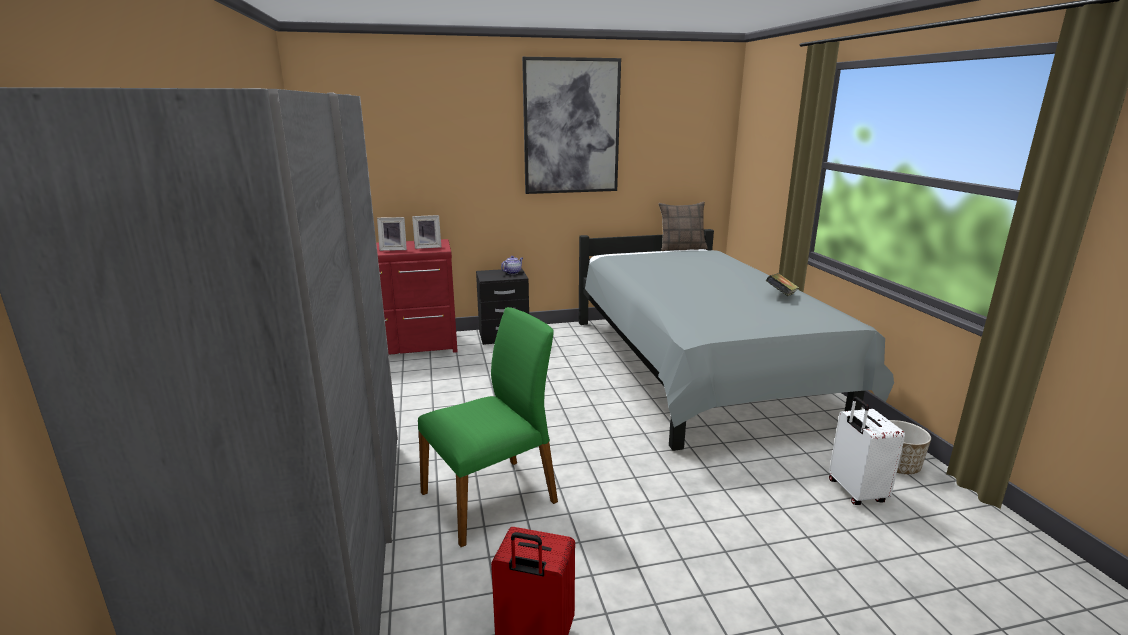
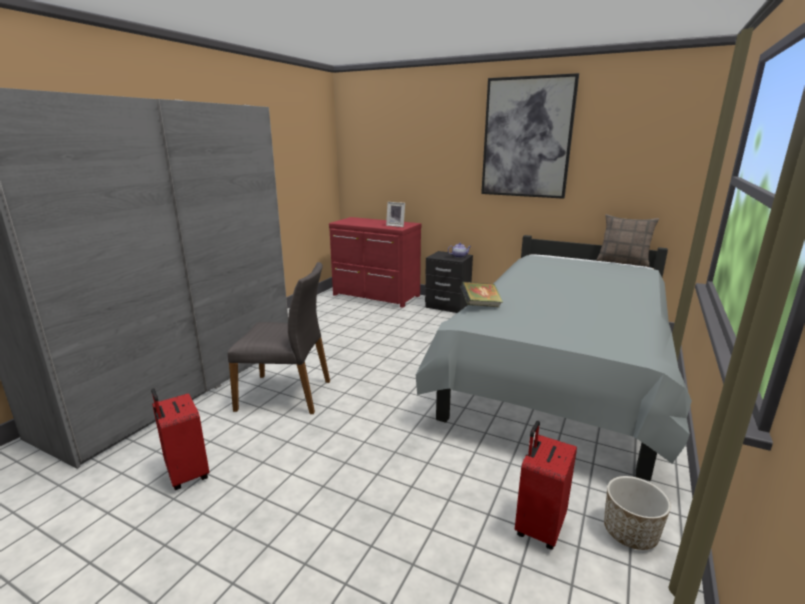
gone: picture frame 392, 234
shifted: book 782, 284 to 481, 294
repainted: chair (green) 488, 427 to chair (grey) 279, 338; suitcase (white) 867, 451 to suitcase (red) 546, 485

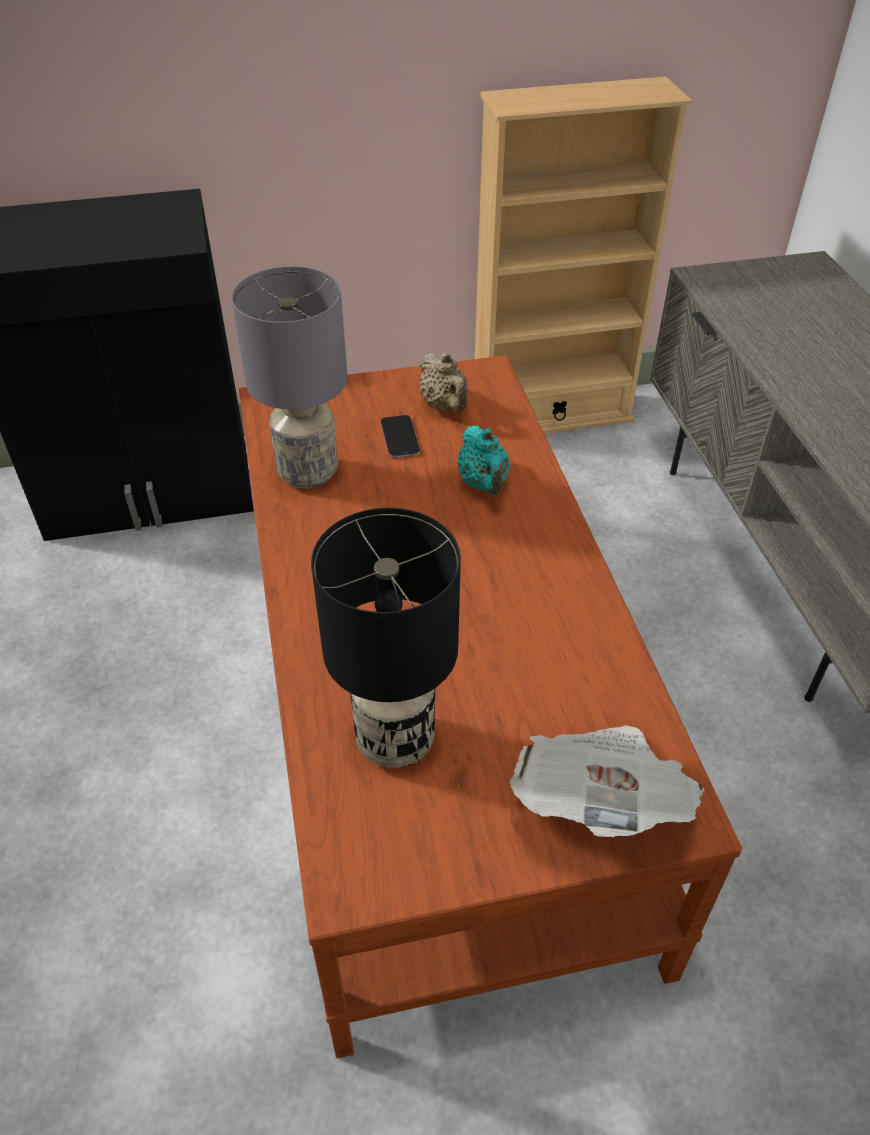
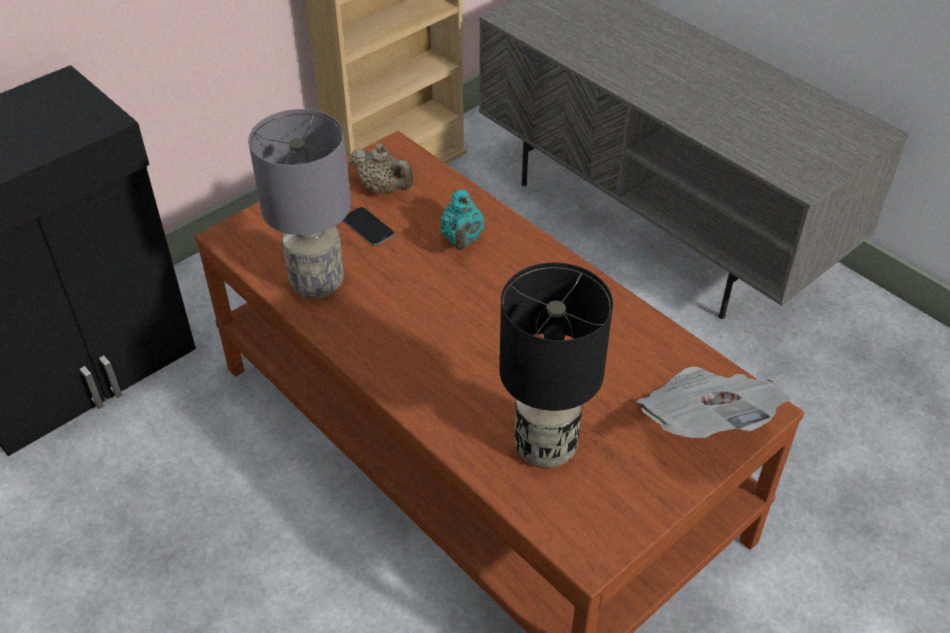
rotated: teapot (turquoise) 483, 460 = 462, 219 45 degrees clockwise

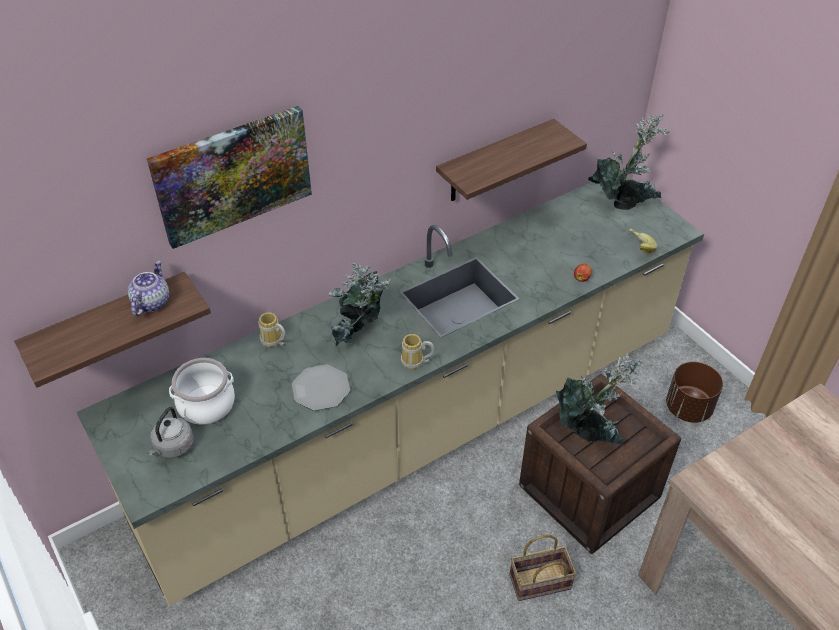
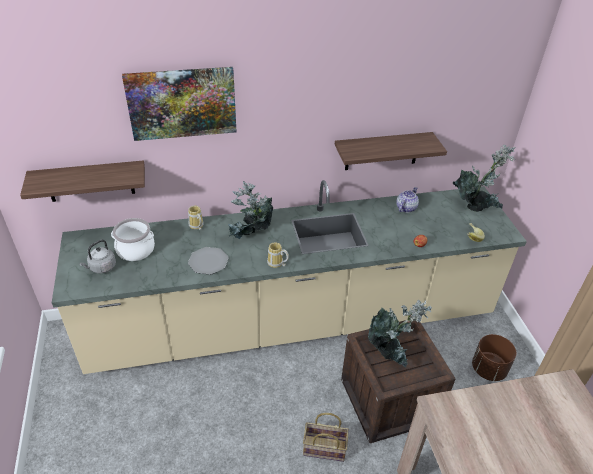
shifted: teapot 148, 288 to 407, 200

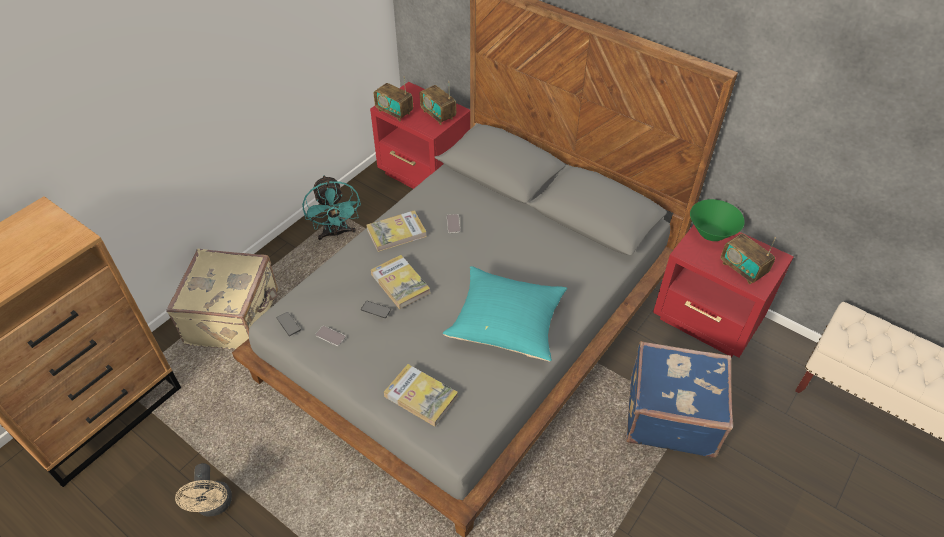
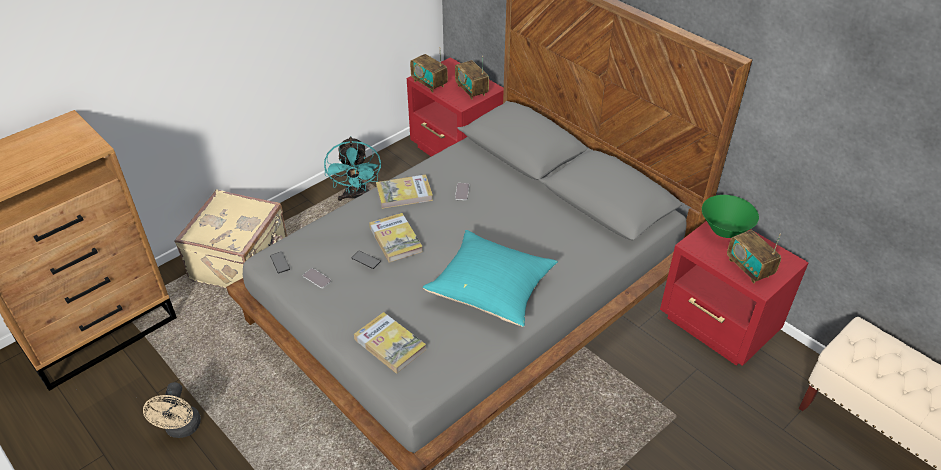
gone: suitcase (blue) 679, 399

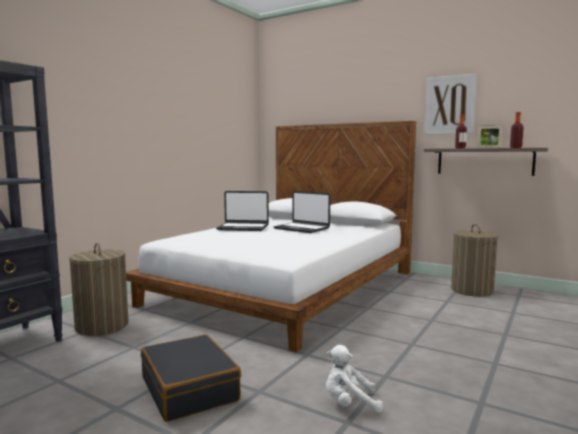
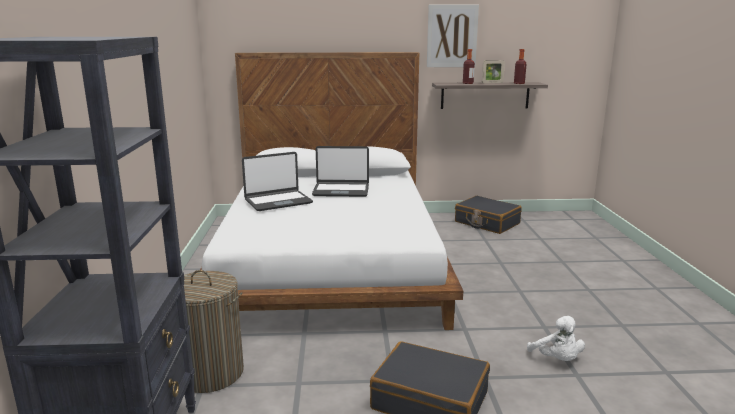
swapped: laundry basket 474, 260 to suitcase (black) 488, 215
rotated: plush toy (white) 354, 379 = 556, 338 75 degrees counterclockwise

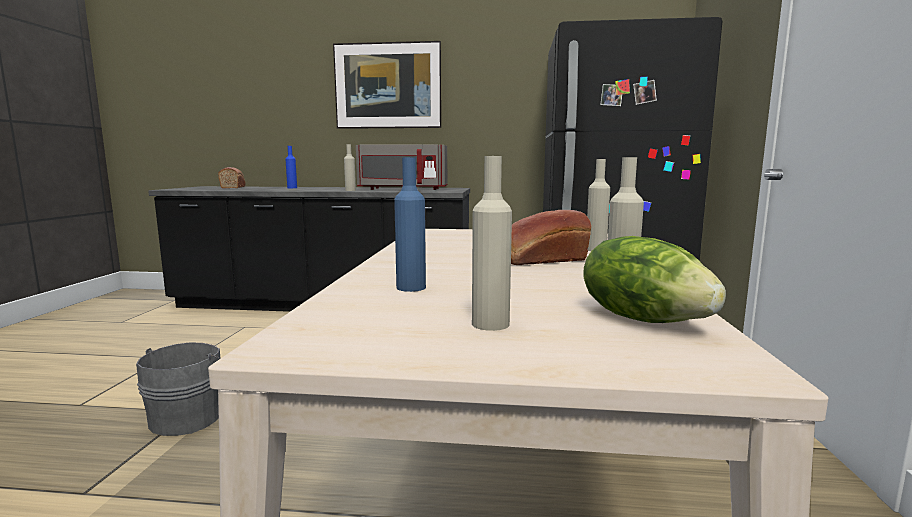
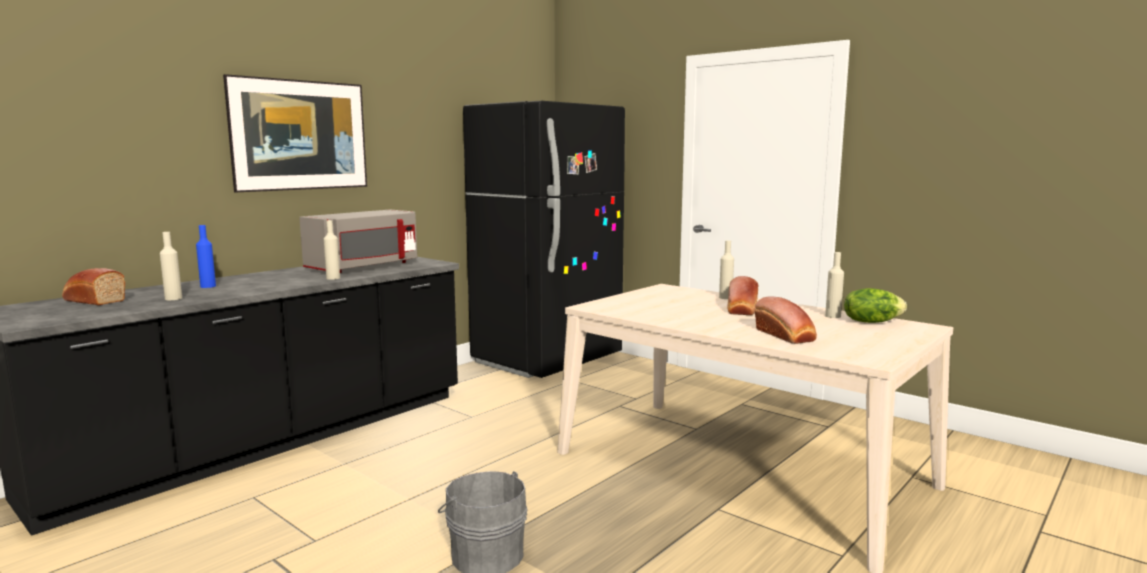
shifted: bottle (beige) 492, 243 to 171, 266
swapped: bottle (blue) 410, 224 to bread 786, 320

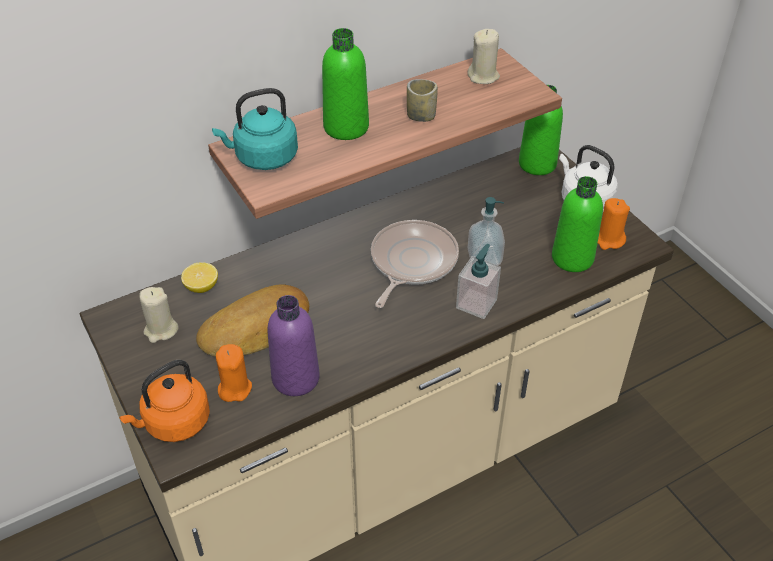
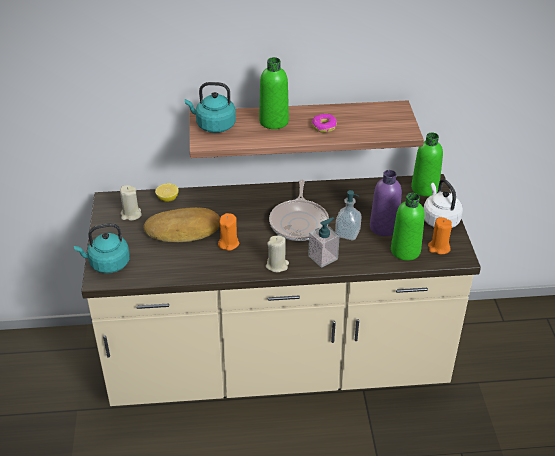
shifted: candle (orange) 234, 373 to 228, 232; bottle (purple) 293, 345 to 386, 203; candle (beige) 483, 56 to 277, 253
swapped: cup 422, 100 to donut 324, 123
repainted: kettle (orange) 164, 401 to kettle (turquoise) 102, 248
rotated: frying pan 415, 264 = 299, 210 135 degrees clockwise

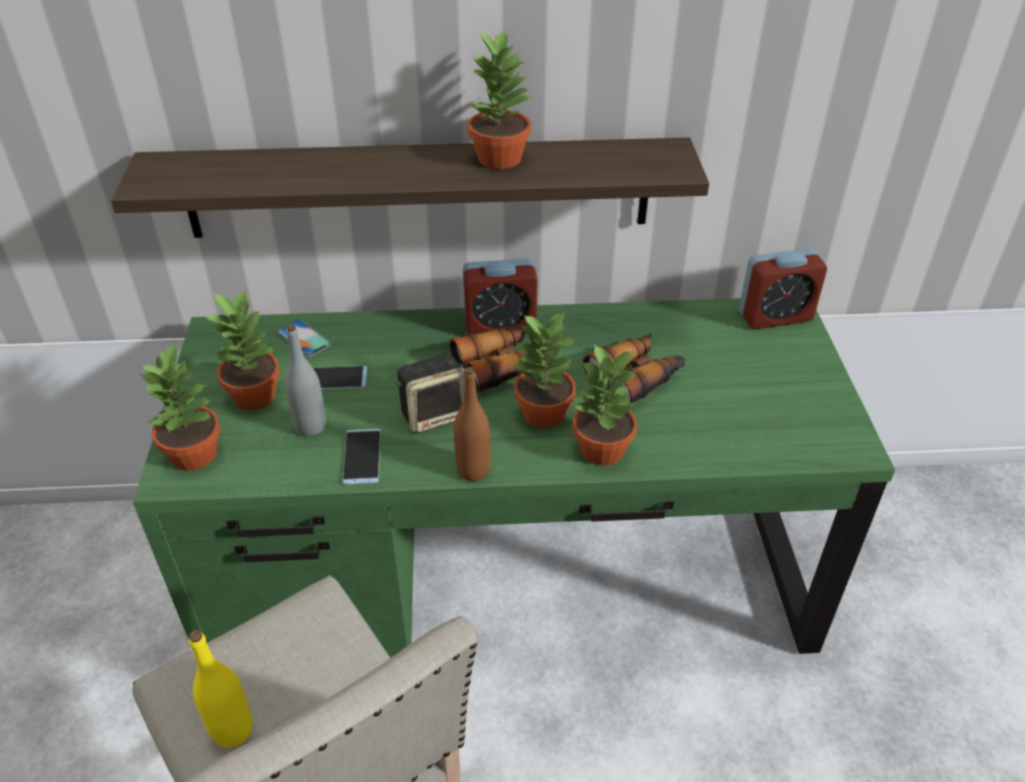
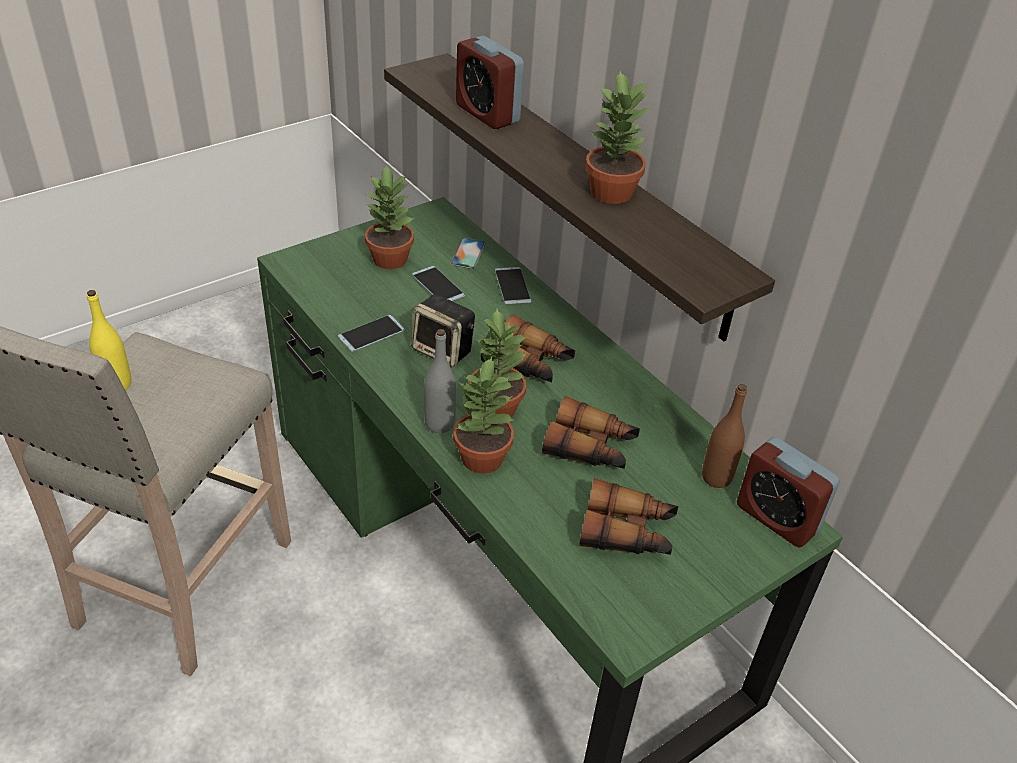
gone: potted plant 180, 406
new: phone 513, 285; binoculars 629, 516
shifted: bottle (grey) 305, 380 to 440, 381; bottle (brown) 472, 424 to 724, 436; alarm clock 500, 297 to 490, 82

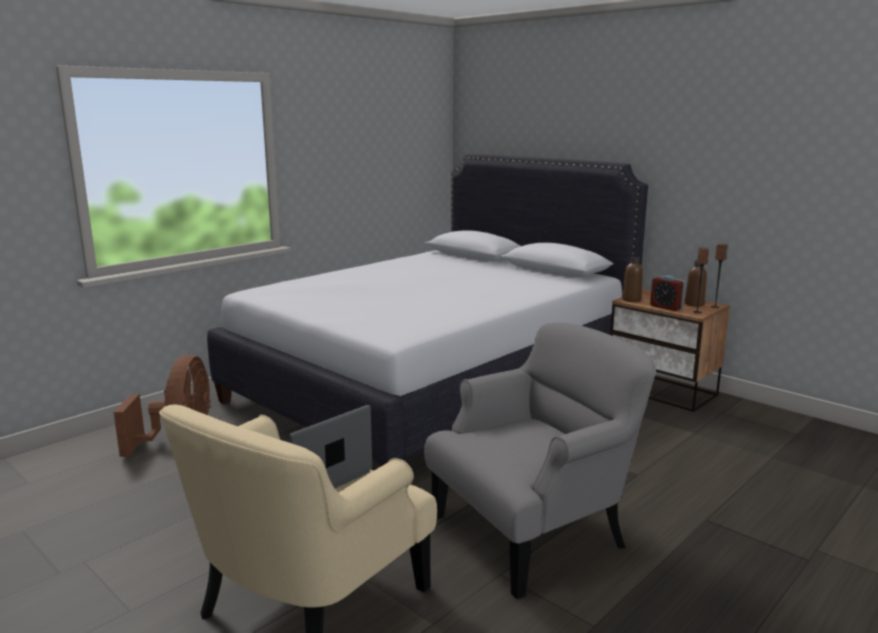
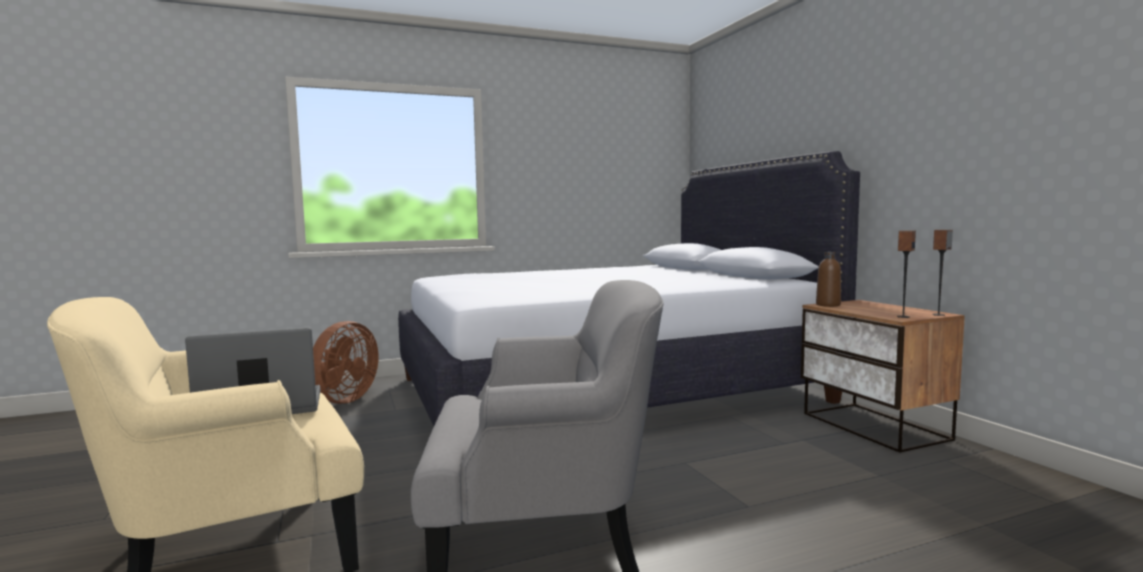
gone: alarm clock 668, 293; bottle (brown) 696, 283

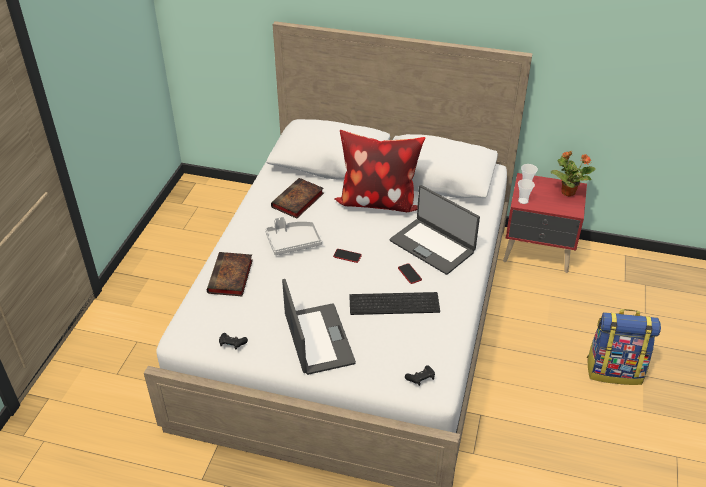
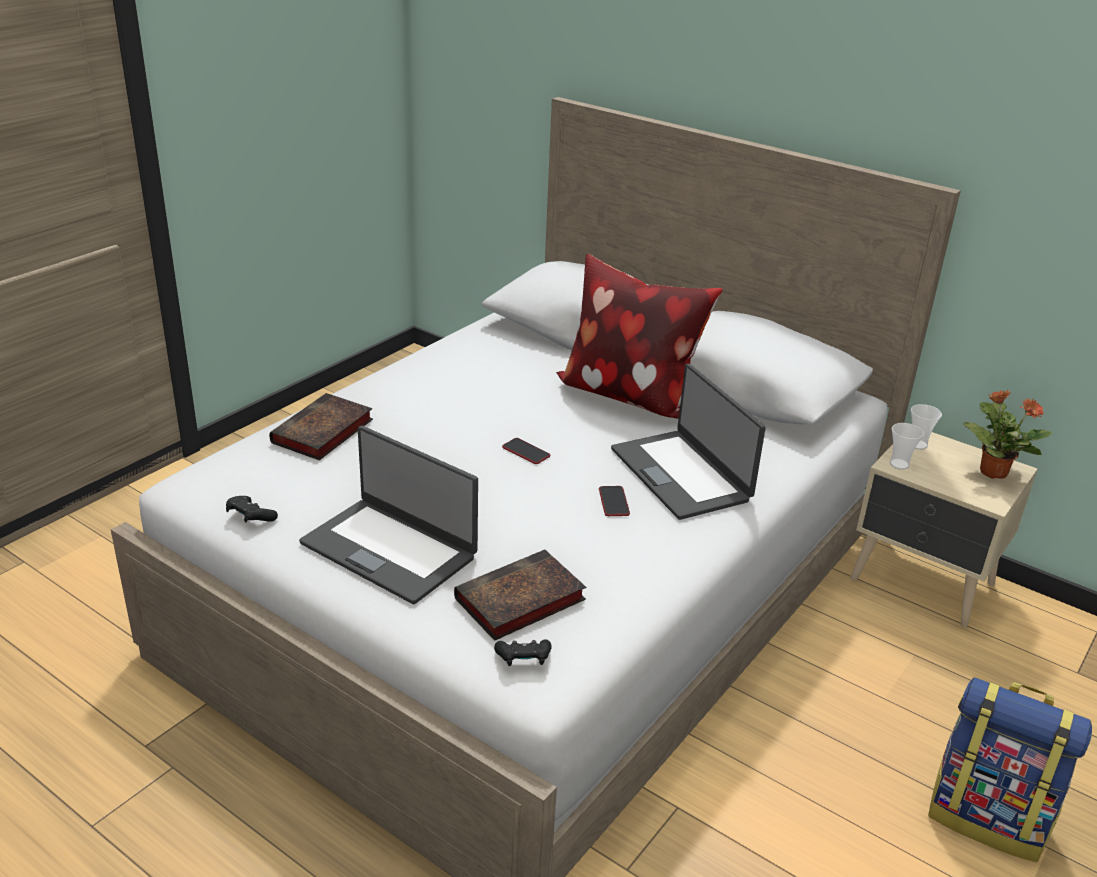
gone: tray (grey) 293, 235; keyboard 394, 303
shifted: book 297, 198 to 520, 595
repainted: nightstand (red) 545, 223 to nightstand (beige) 944, 530
rotated: laptop 319, 327 = 388, 515 120 degrees clockwise

